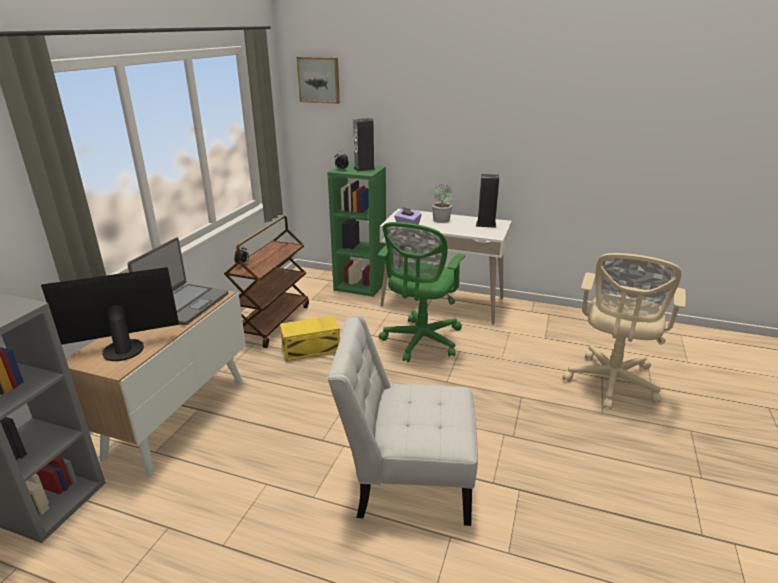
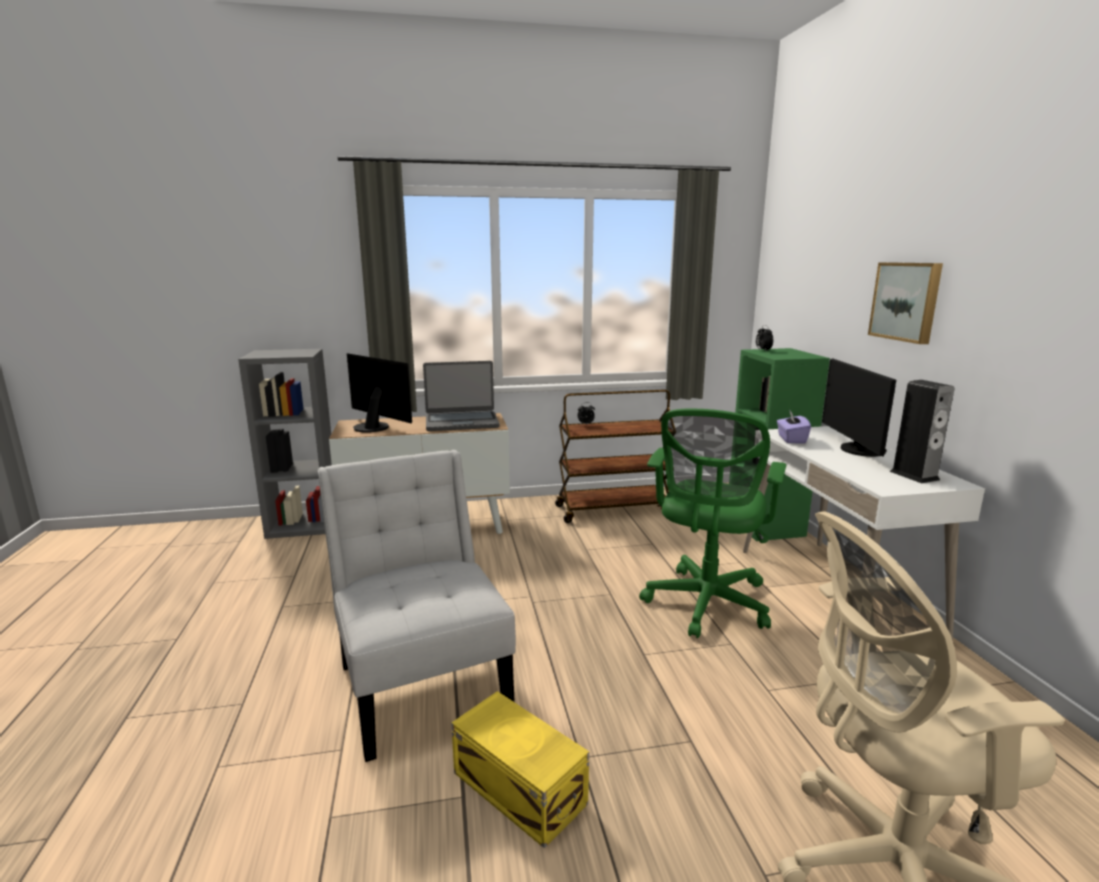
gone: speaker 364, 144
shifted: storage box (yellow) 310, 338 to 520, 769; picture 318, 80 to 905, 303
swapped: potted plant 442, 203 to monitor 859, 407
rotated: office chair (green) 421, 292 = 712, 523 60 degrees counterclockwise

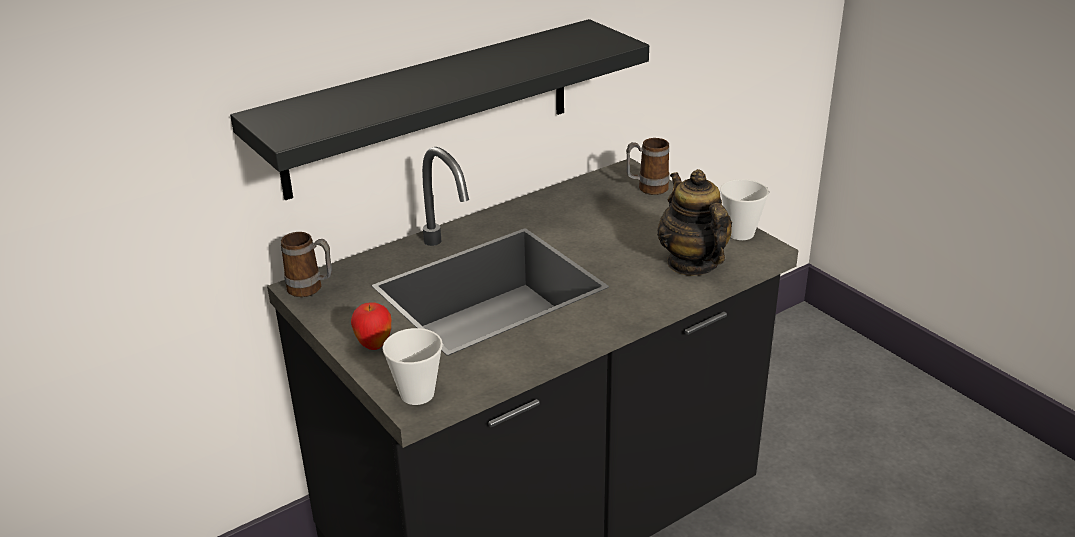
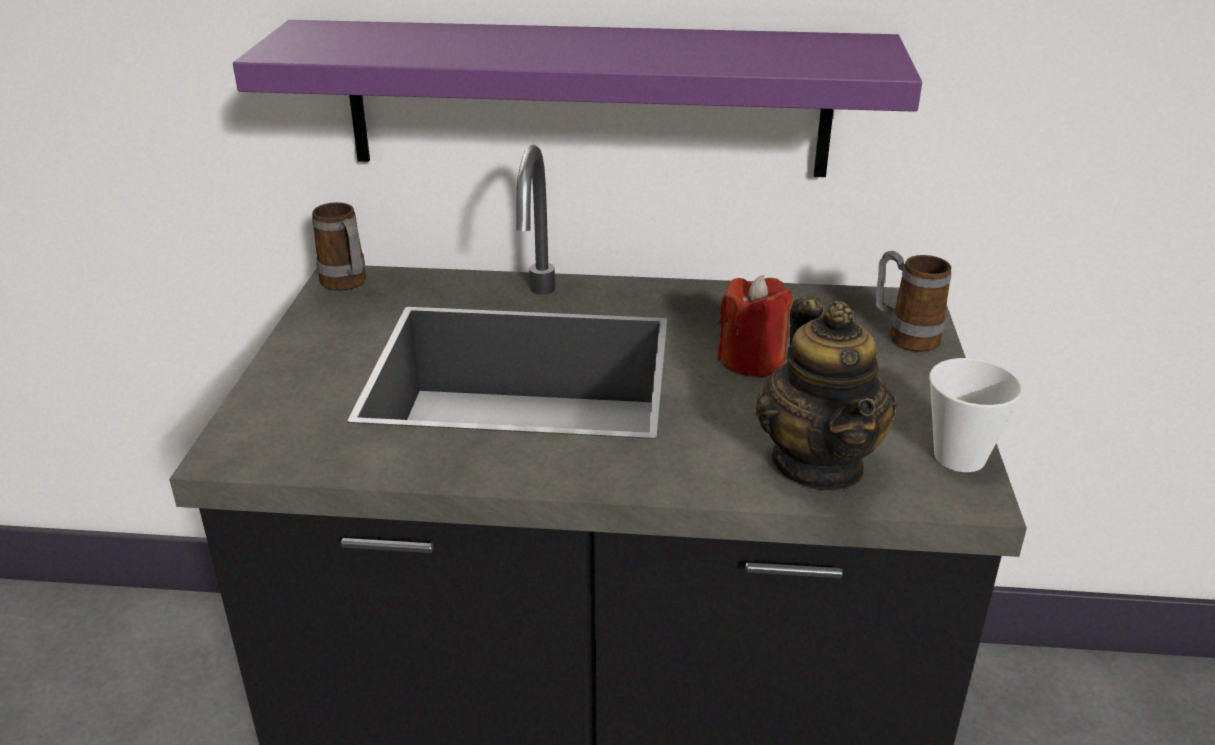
gone: apple 371, 326; cup 413, 366
new: candle (red) 755, 326
repainted: shelf (black) 439, 109 to shelf (purple) 577, 98
rotated: teapot 694, 222 = 826, 393 150 degrees clockwise

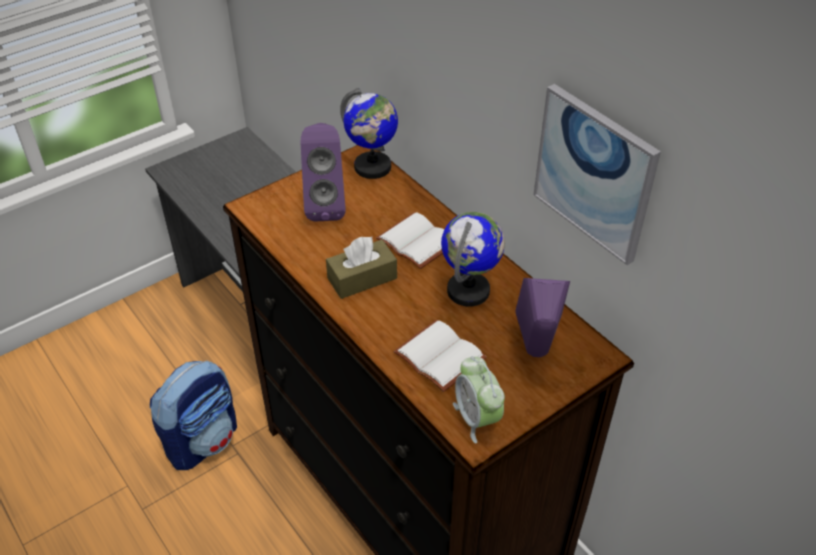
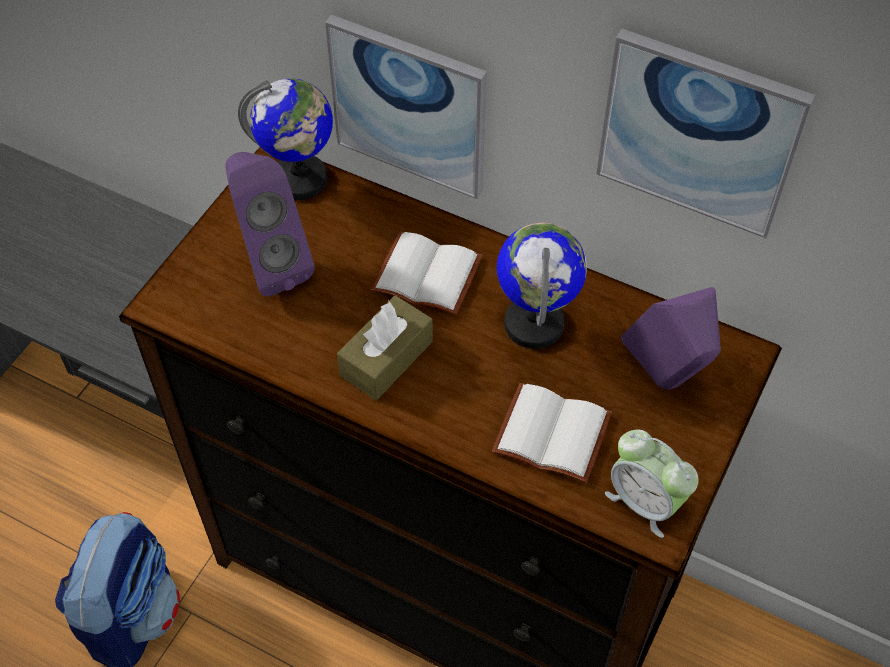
new: picture 406, 107

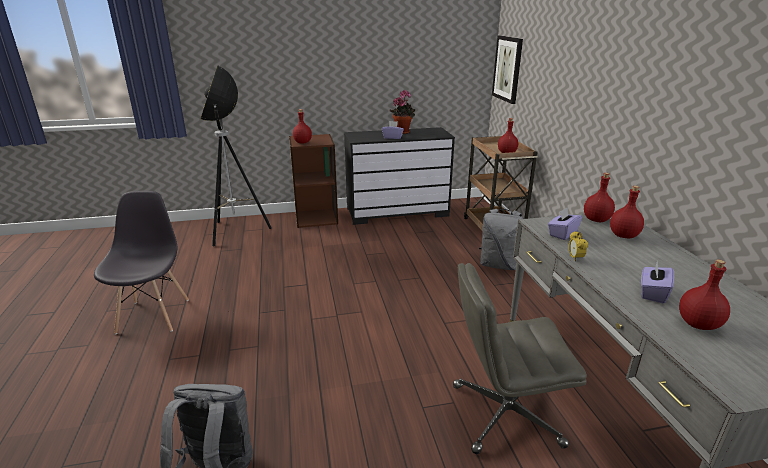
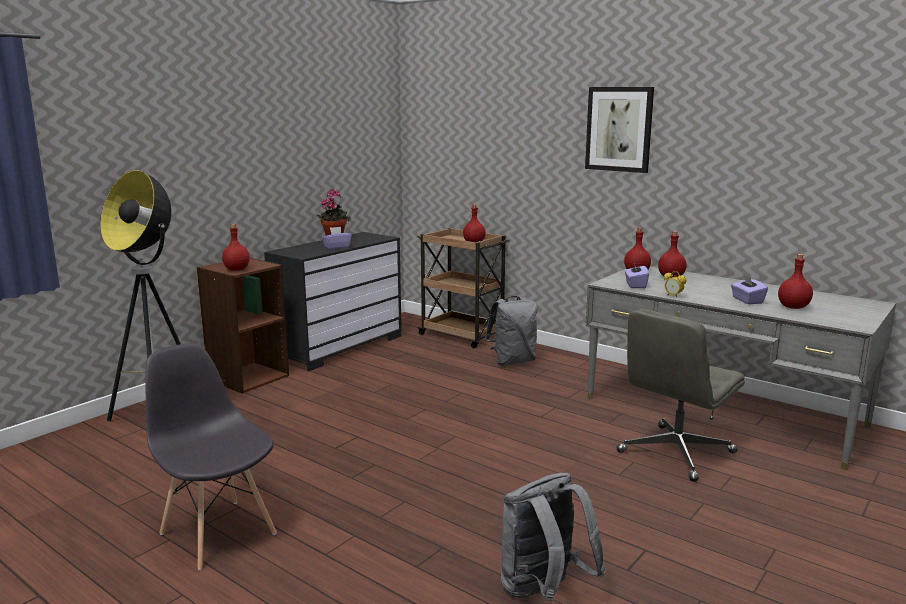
shifted: picture 507, 70 to 619, 130

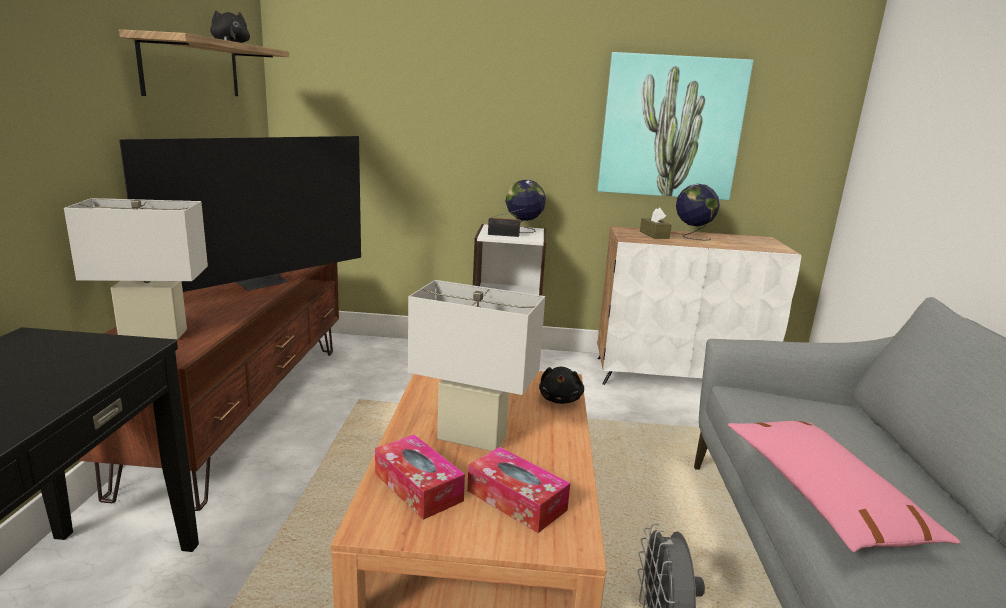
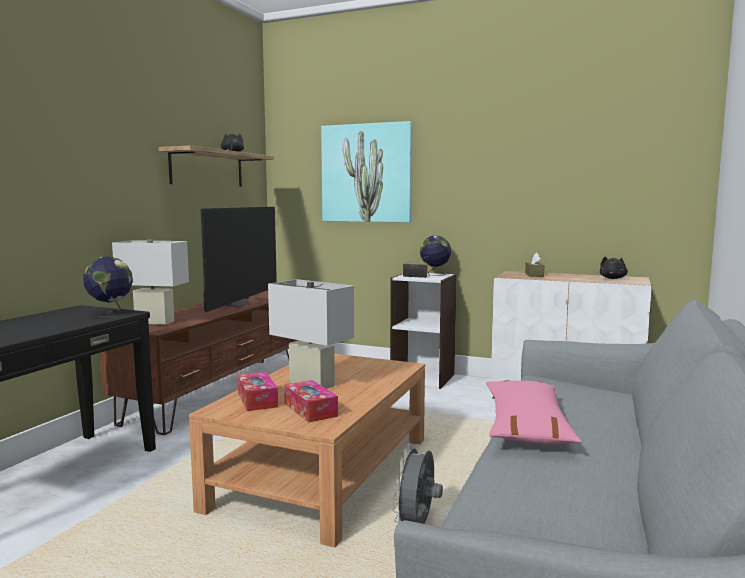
shifted: plush toy (black) 561, 385 to 614, 268; picture 675, 126 to 366, 172; globe 698, 212 to 108, 287
rotated: television 240, 214 = 238, 259 45 degrees counterclockwise

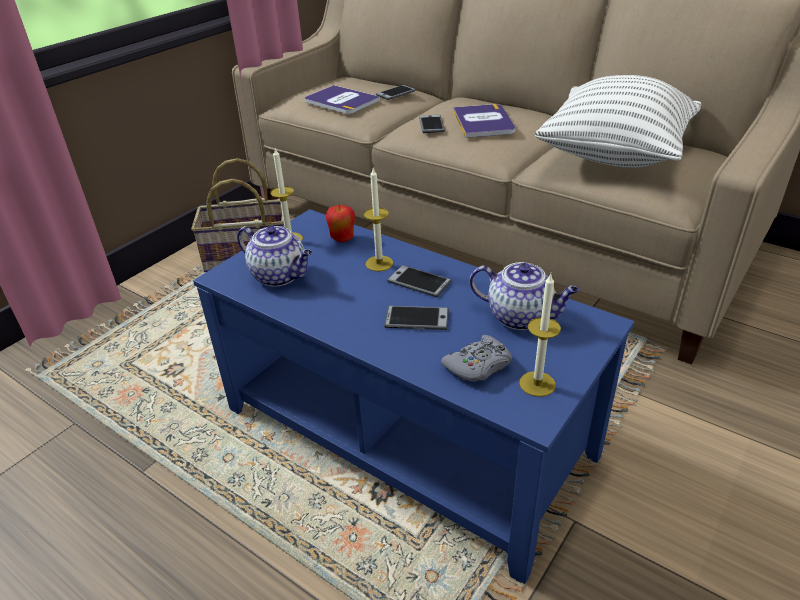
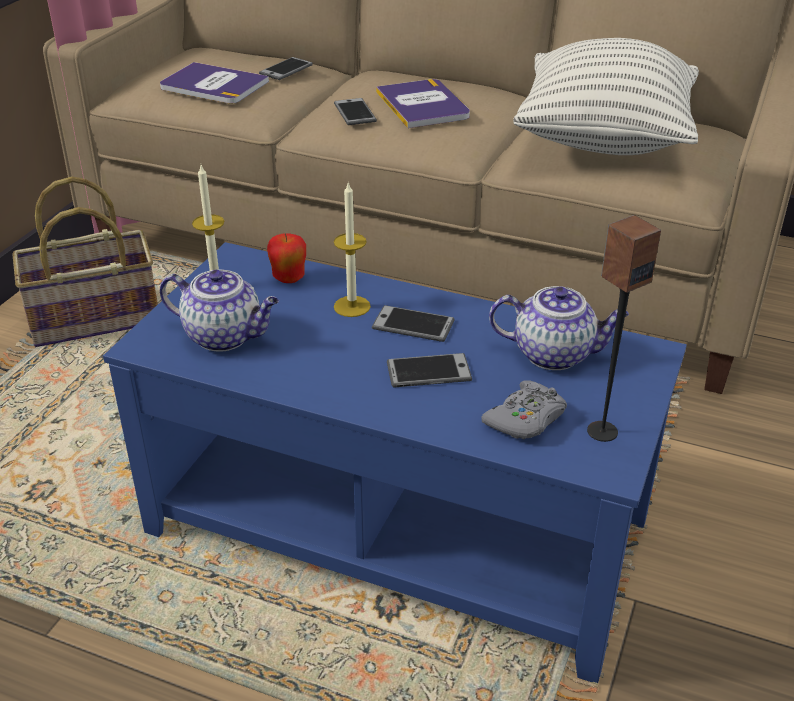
swapped: candle 540, 335 to speaker 624, 328

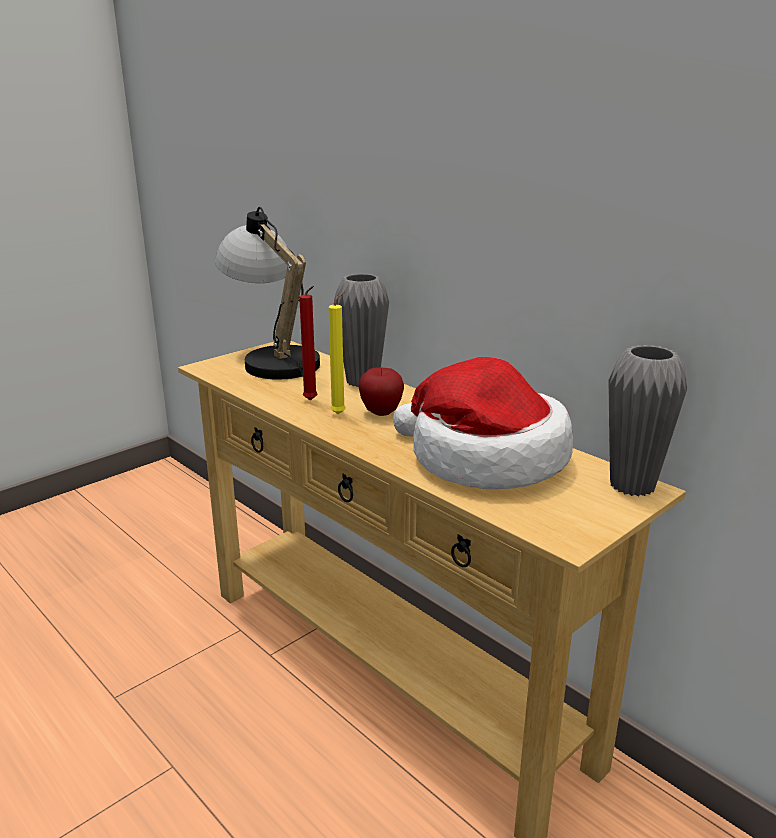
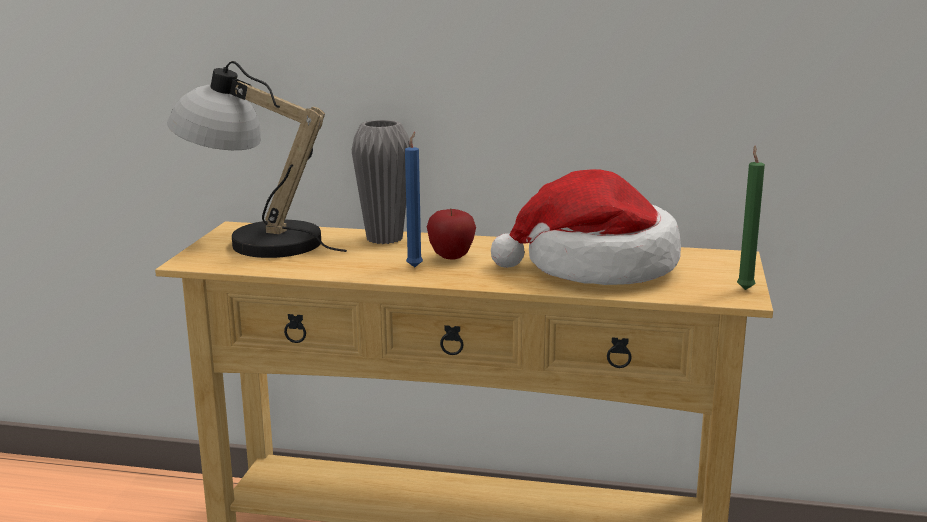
gone: candle (red) 308, 343; vase (grey) 647, 421
new: candle (green) 751, 218
repainted: candle (yellow) 337, 352 to candle (blue) 414, 200

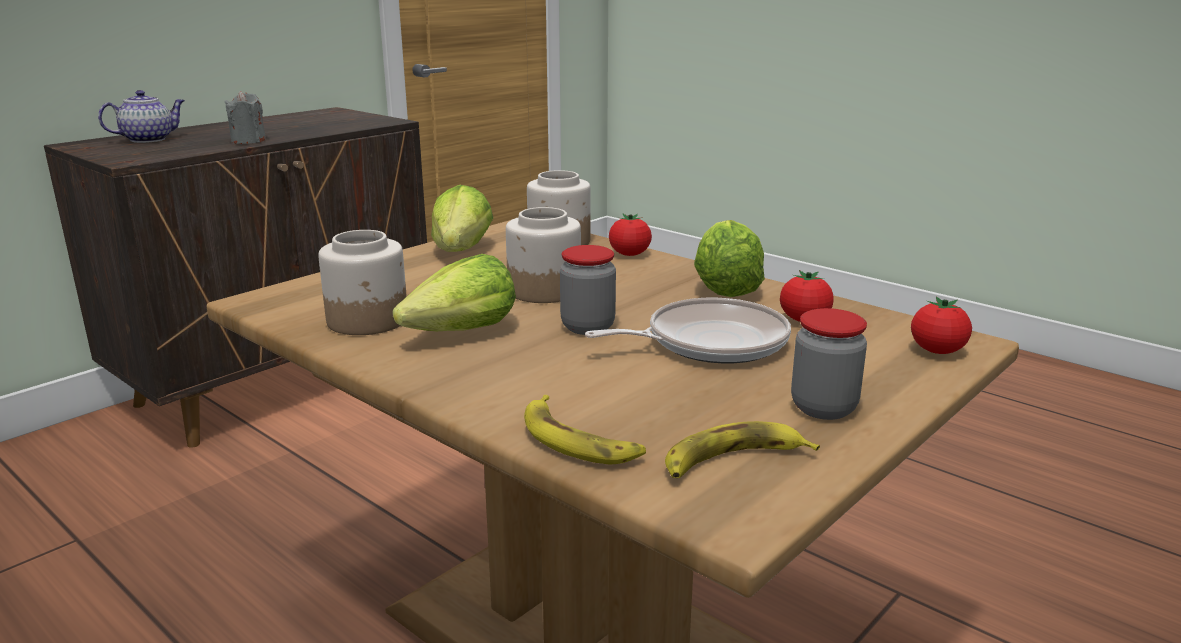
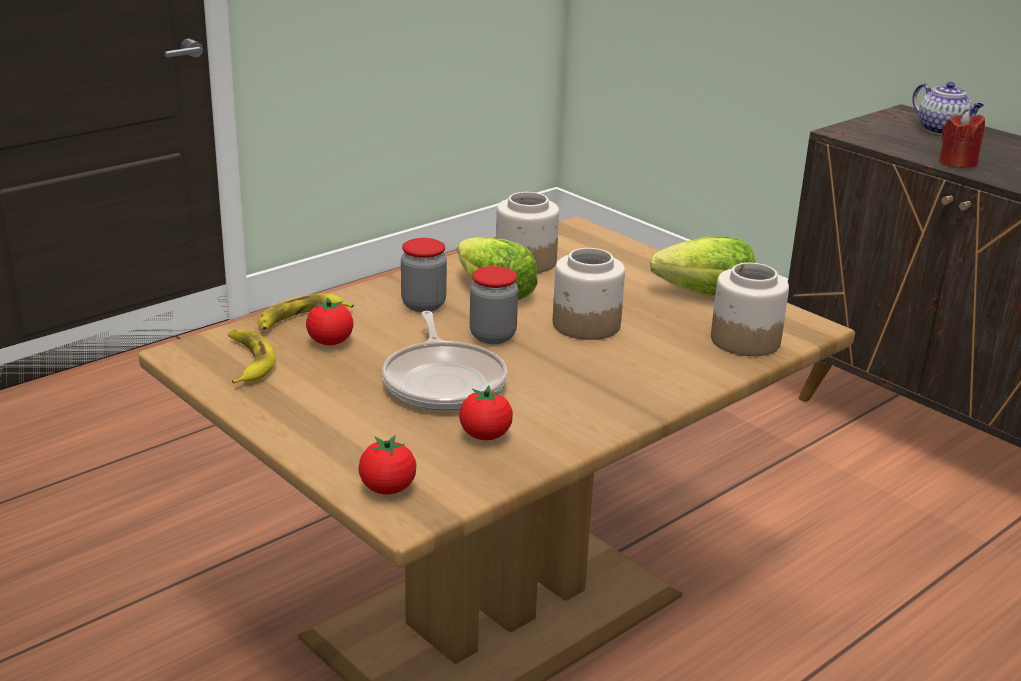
gone: lettuce 729, 258
shifted: tomato 630, 234 to 330, 321; jar 829, 364 to 424, 275
repainted: candle (grey) 245, 117 to candle (red) 962, 139

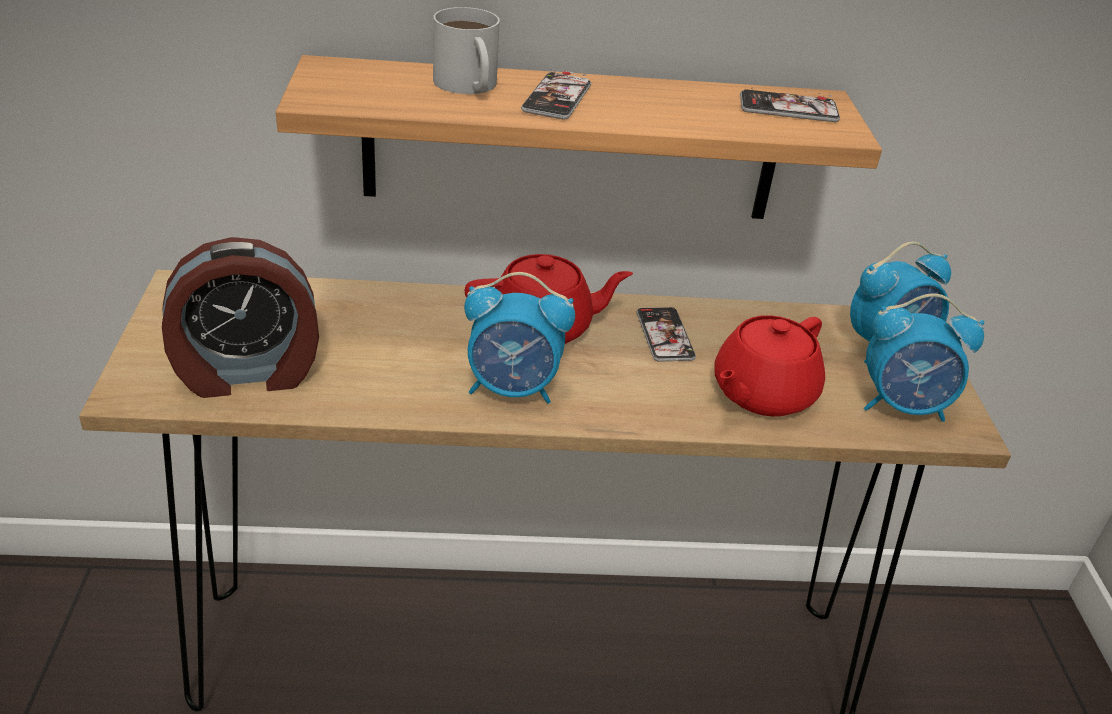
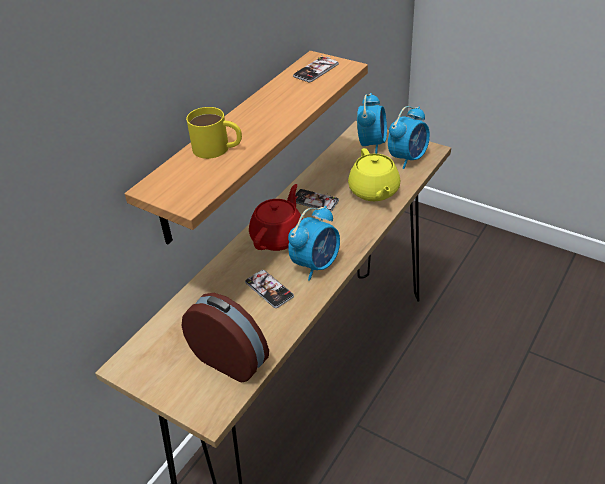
shifted: phone 556, 94 to 269, 288
repainted: mug (white) 466, 50 to mug (yellow) 214, 133; teapot (red) 769, 366 to teapot (yellow) 374, 174
rotated: alarm clock 240, 317 = 225, 337 75 degrees counterclockwise

